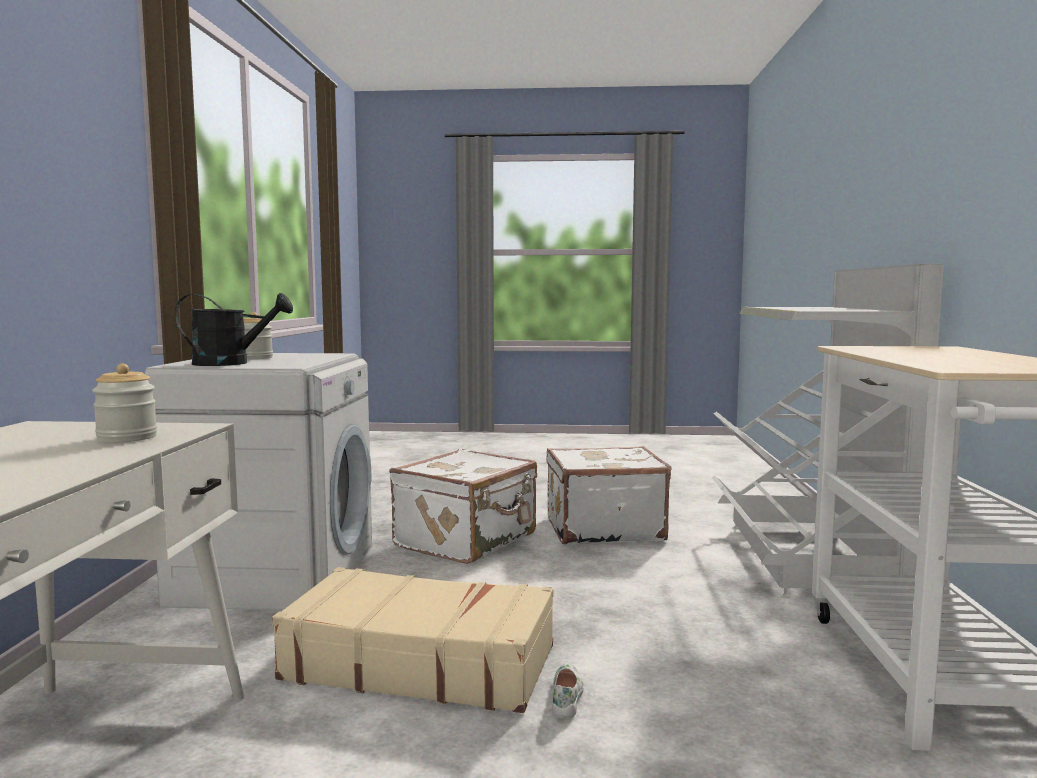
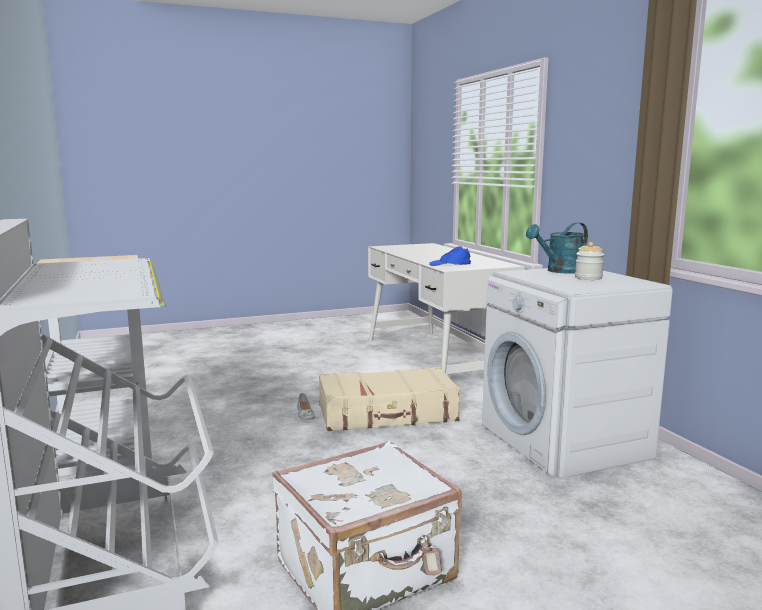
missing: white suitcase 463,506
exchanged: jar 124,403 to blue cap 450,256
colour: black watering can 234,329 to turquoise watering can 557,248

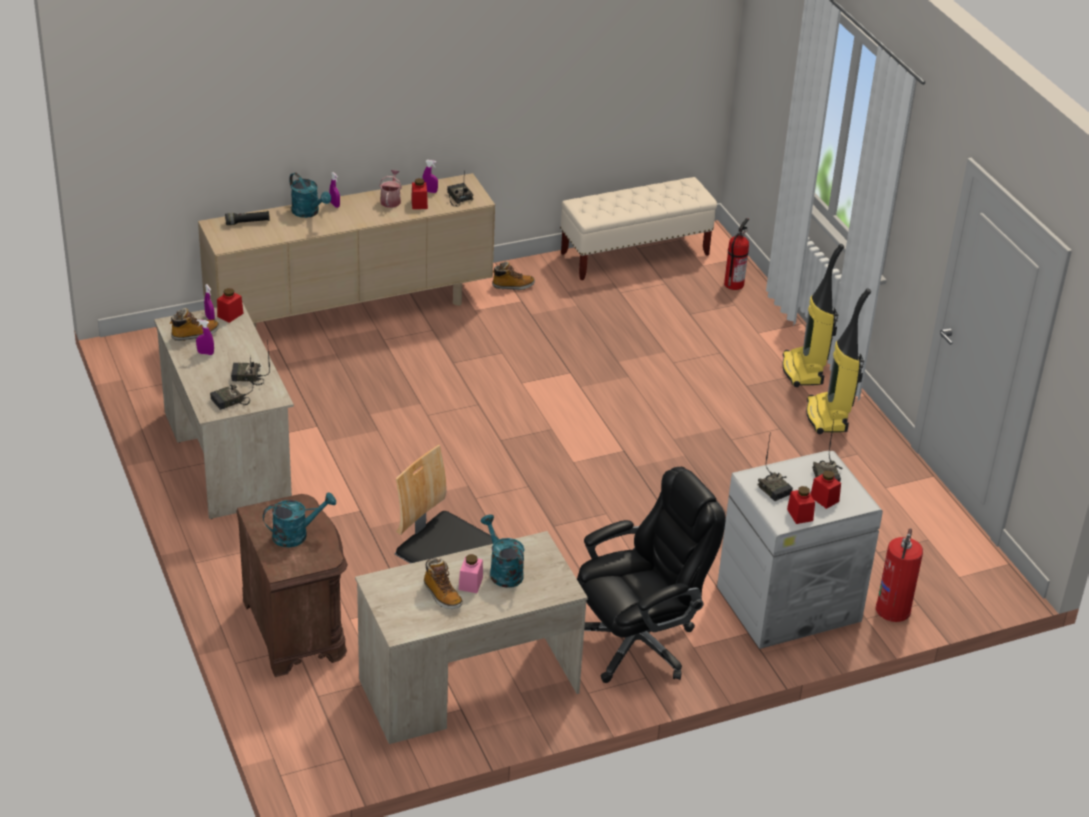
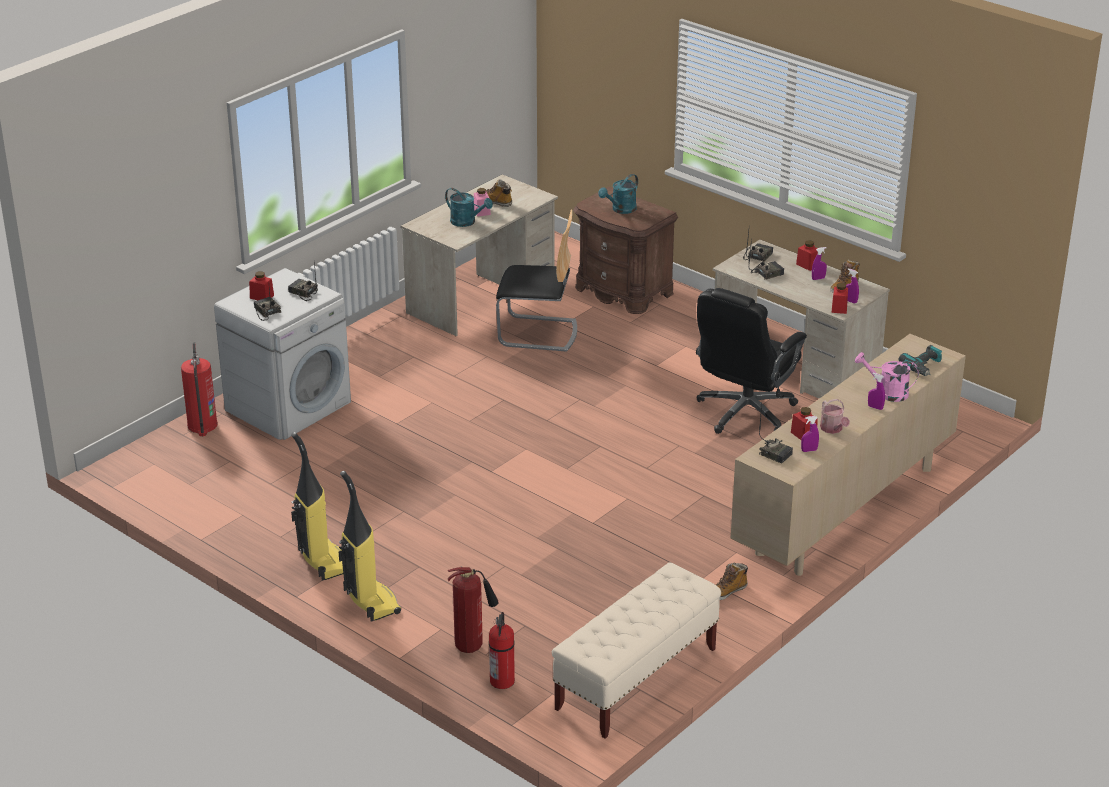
appeared: fire extinguisher 473,610
relocated: black office chair 651,575 to 751,361; red jar 801,505 to 807,255
exchanged: black flashlight 247,218 to power drill 920,360
colour: turquoise watering can 310,195 to pink watering can 887,377

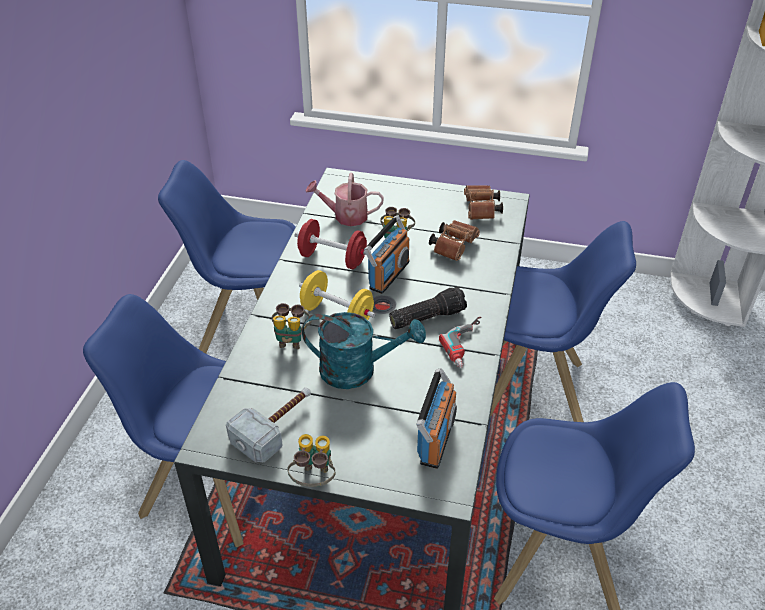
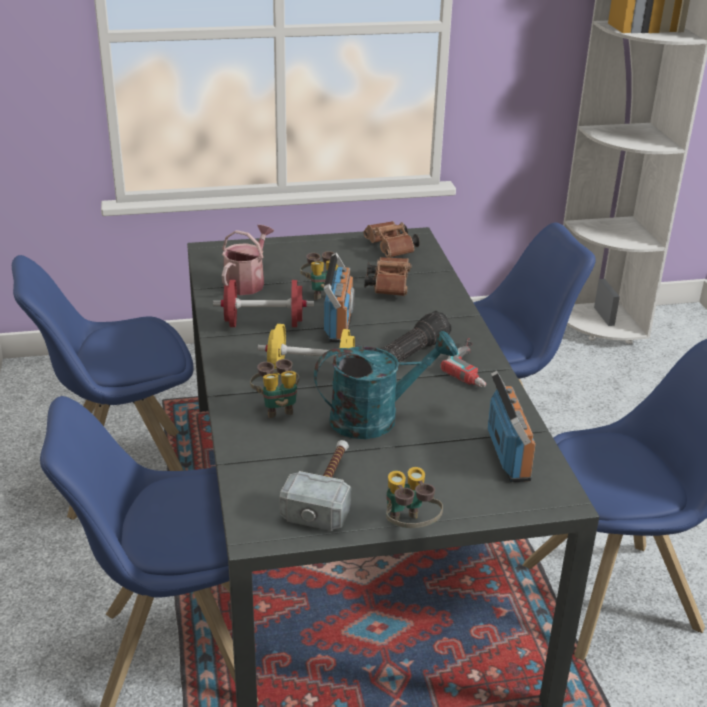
spun: watering can 345,199 = 248,260 135 degrees clockwise

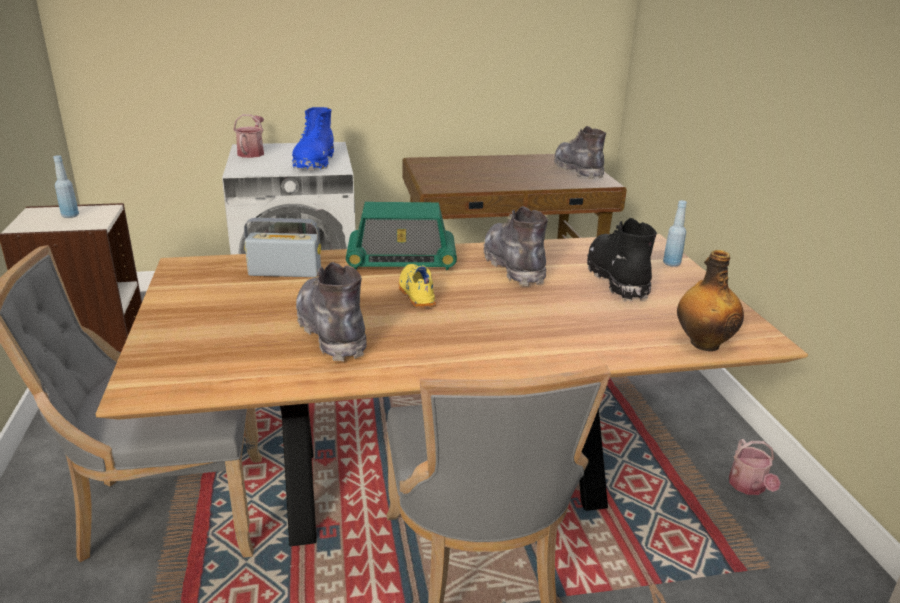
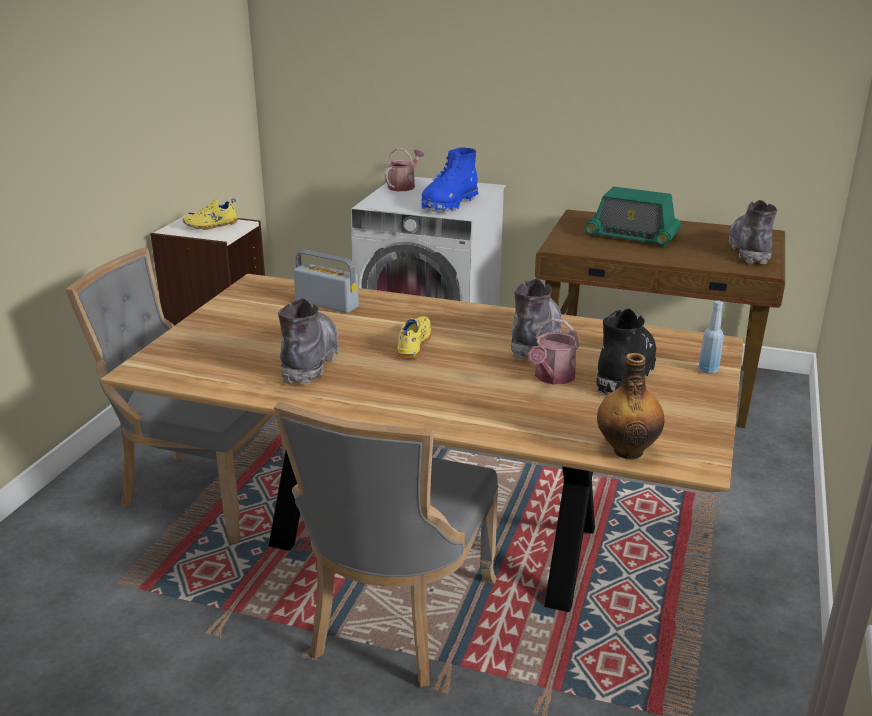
relocated: radio 401,236 to 633,217; watering can 755,467 to 554,351
exchanged: blue bottle 66,186 to yellow shoe 210,214

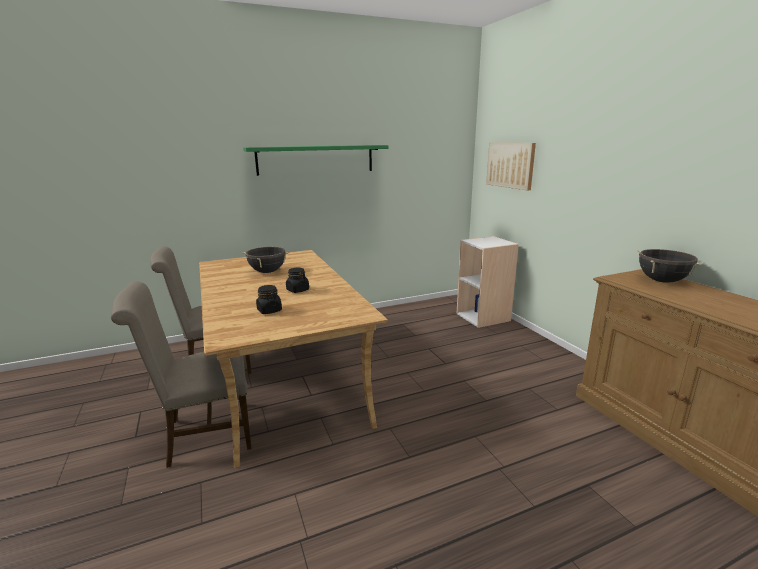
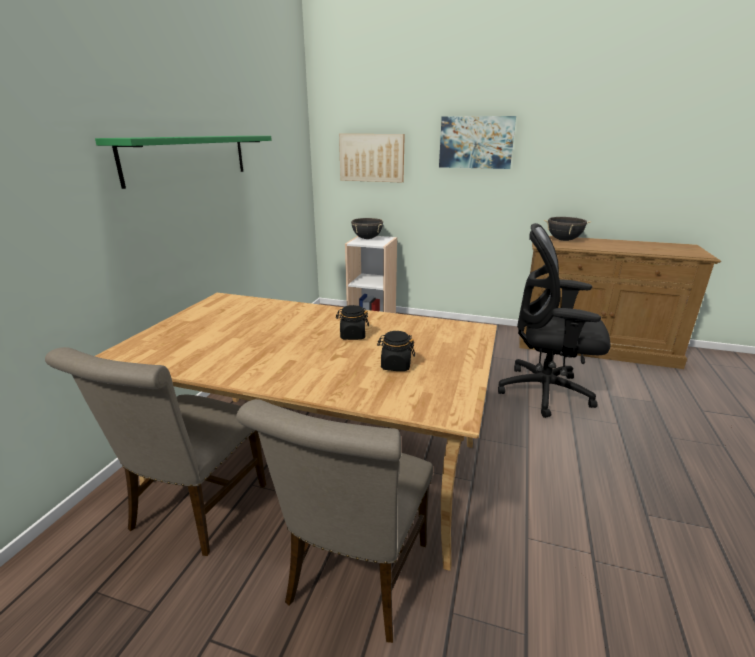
appeared: picture 477,142; black office chair 554,320
relocated: black cooking pot 266,260 to 367,228

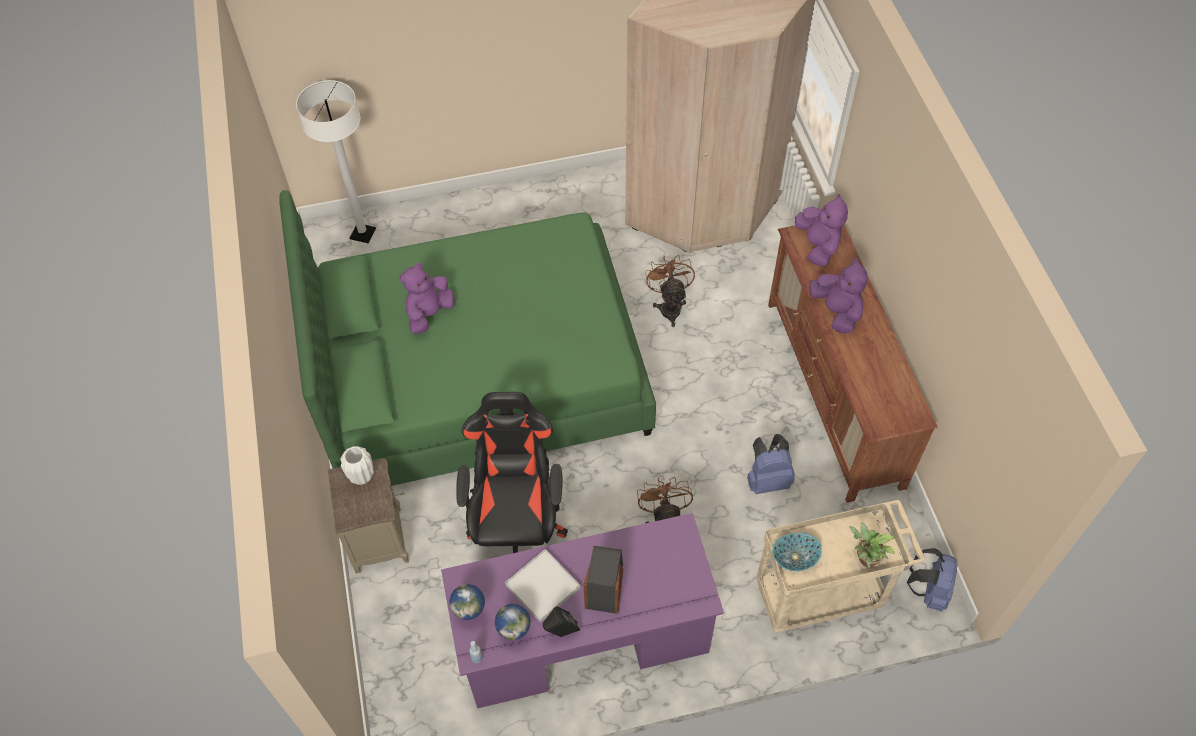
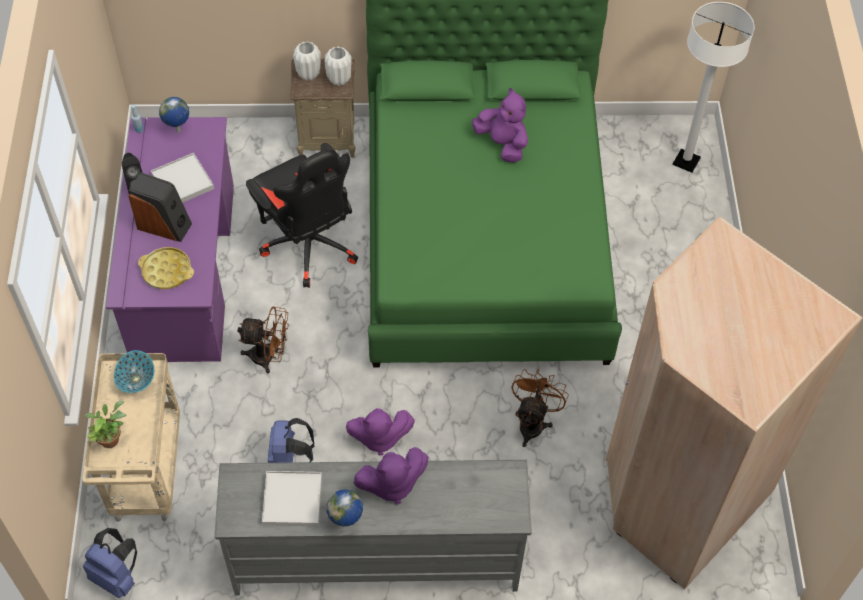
appeared: white vase 307,61; yellow tray 166,268; white tray 292,498
relocated: purple plush toy 821,230 to 380,432; globe 512,622 to 344,508
colour: brown dresser 853,364 to grey dresser 373,528
spun: brown fan 670,291 = 540,408 75 degrees counterclockwise; black office chair 512,472 = 302,215 45 degrees clockwise

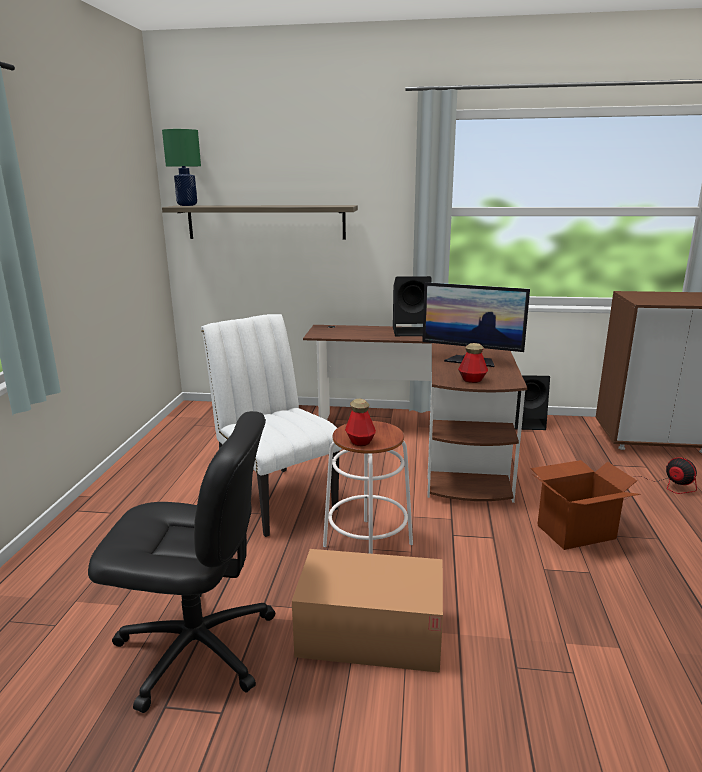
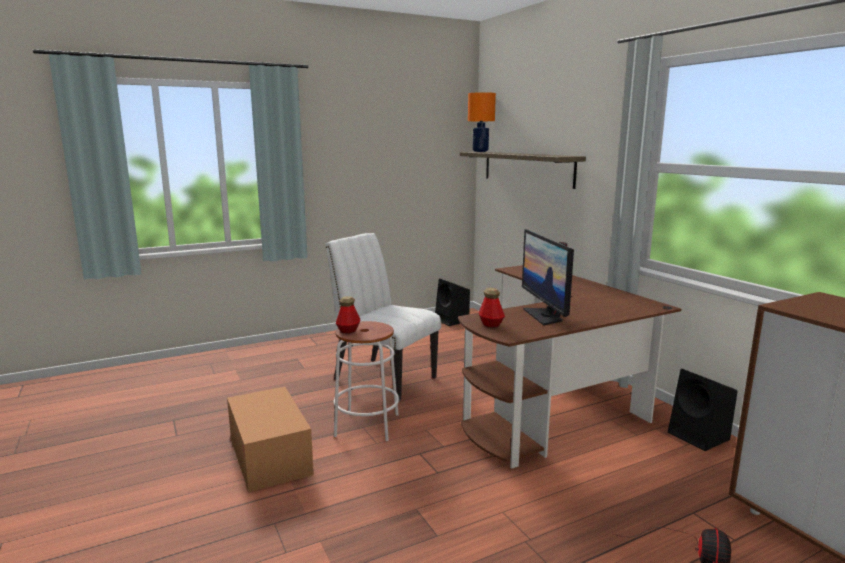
missing: black office chair 182,562; cardboard box 586,505
relocated: black speaker 412,306 to 452,302
colour: green table lamp 181,167 to orange table lamp 482,122
spun: white chair 271,425 = 383,317 75 degrees counterclockwise

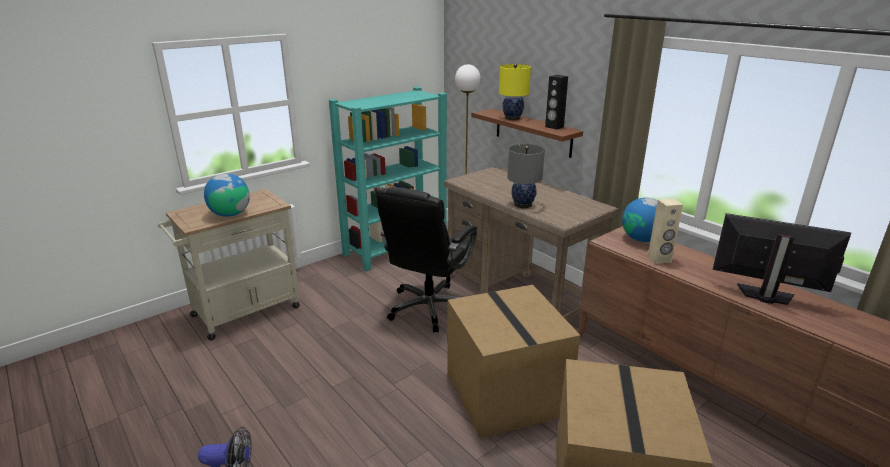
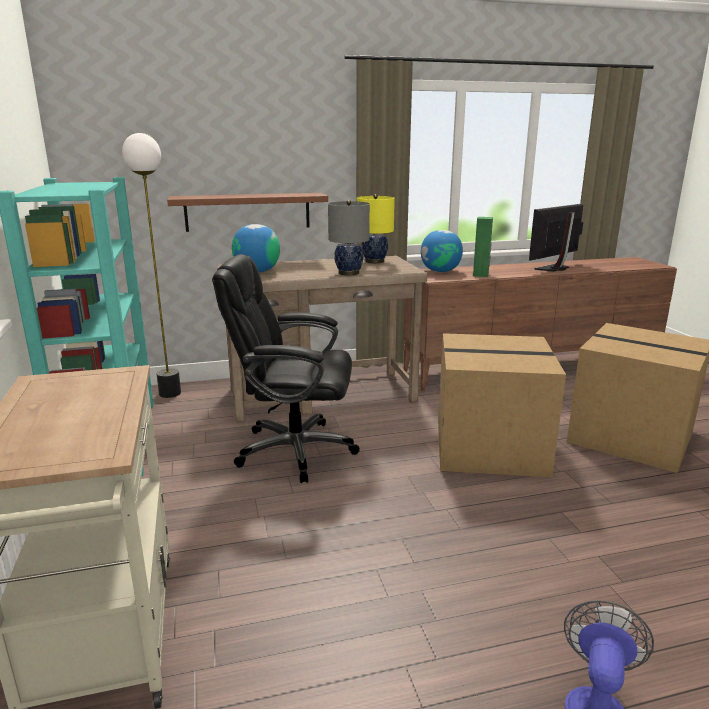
missing: black speaker 556,102
relocated: yellow table lamp 515,92 to 376,228; globe 227,195 to 256,248
colour: beige speaker 665,231 to green speaker 483,247
spun: black office chair 426,260 = 286,368 135 degrees clockwise

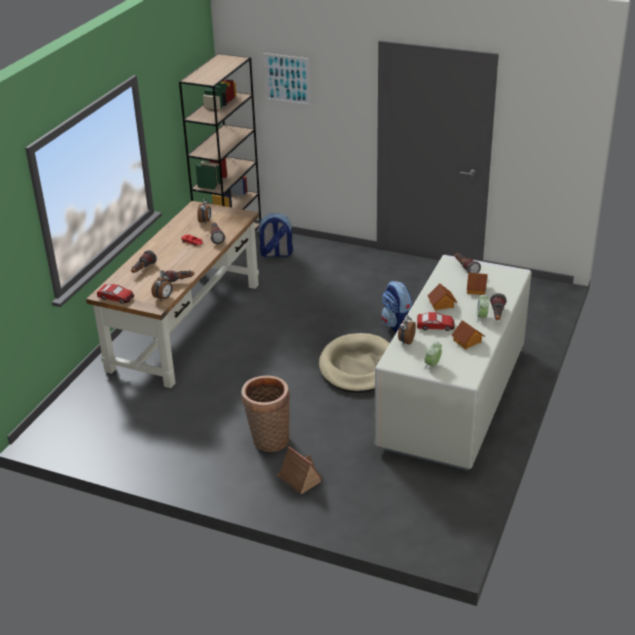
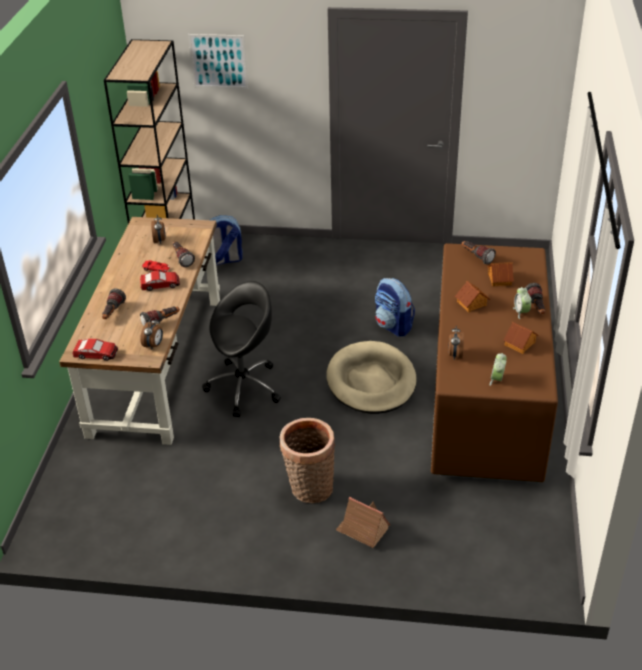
appeared: black office chair 241,349
relocated: toy car 436,321 to 160,281
colour: white dresser 453,363 to brown dresser 494,363

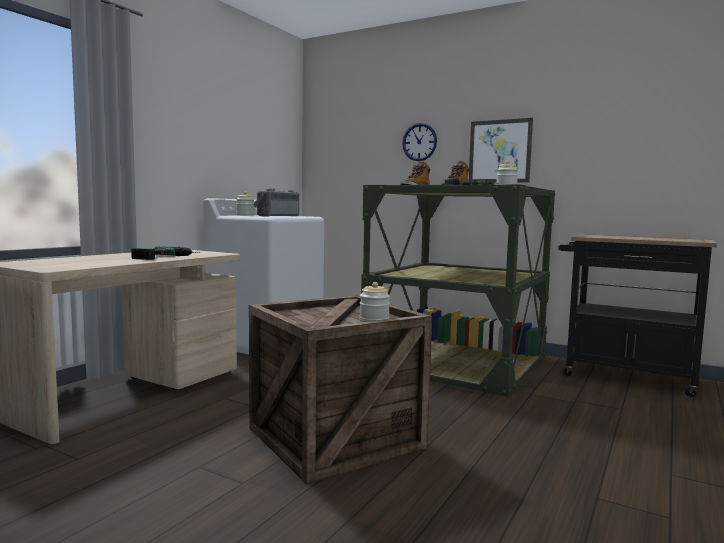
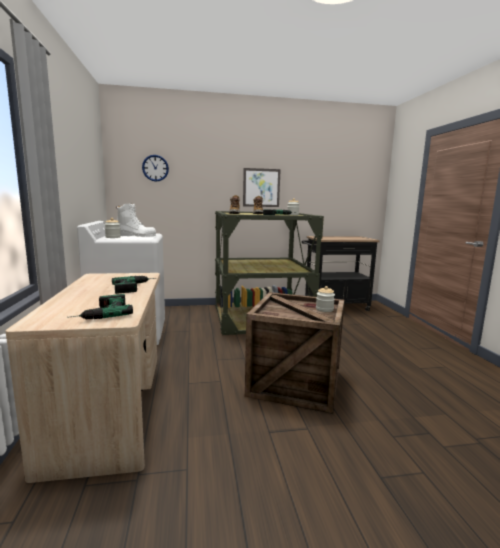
appeared: power drill 100,306
relocated: wall clock 419,142 to 155,168
exchanged: radio 276,202 to white boot 136,220

